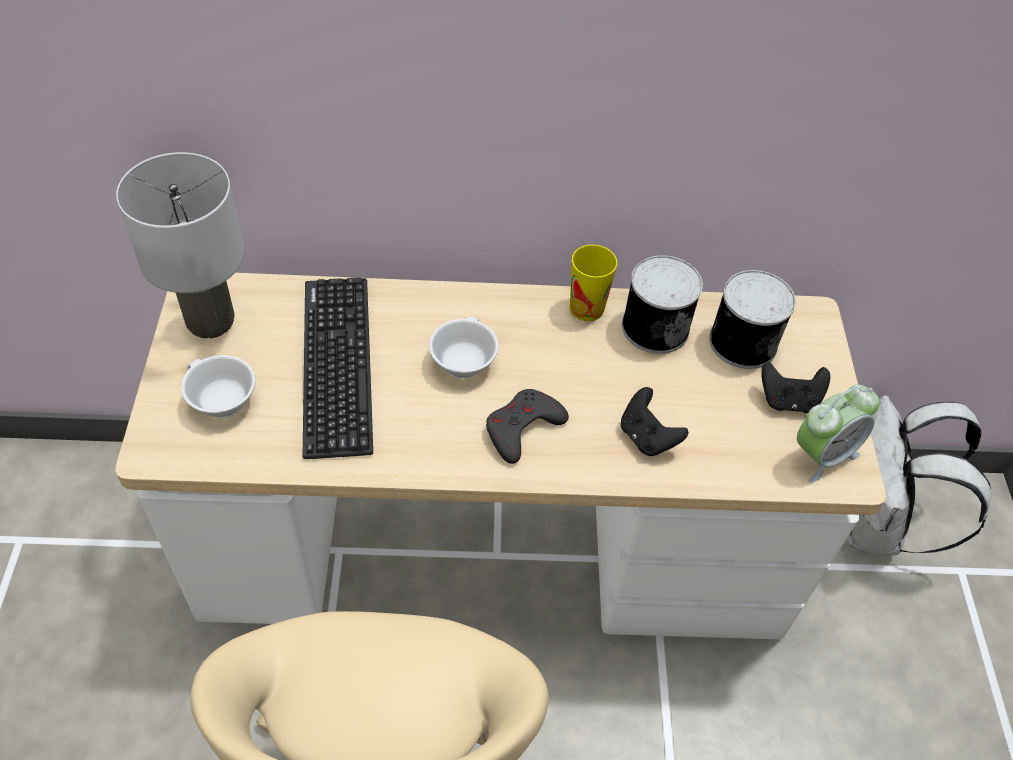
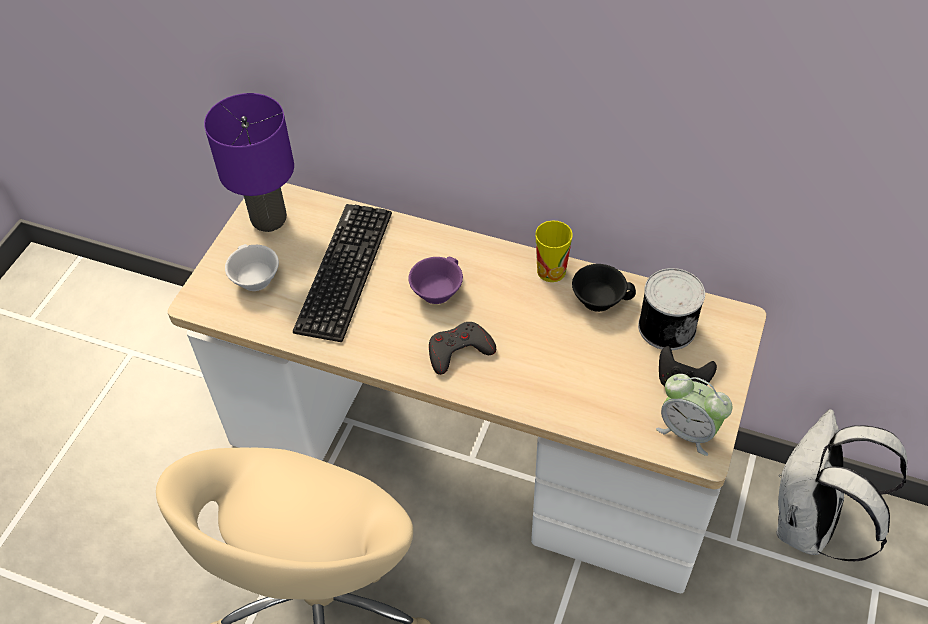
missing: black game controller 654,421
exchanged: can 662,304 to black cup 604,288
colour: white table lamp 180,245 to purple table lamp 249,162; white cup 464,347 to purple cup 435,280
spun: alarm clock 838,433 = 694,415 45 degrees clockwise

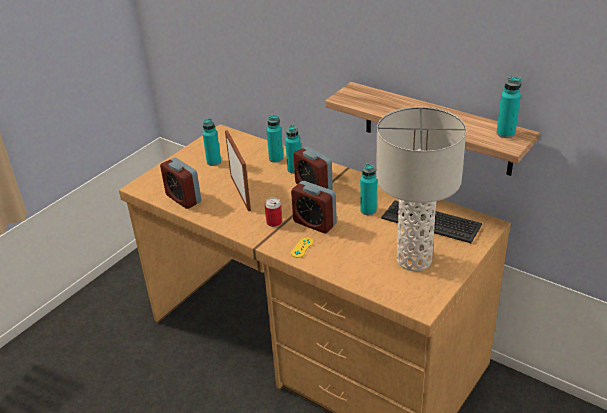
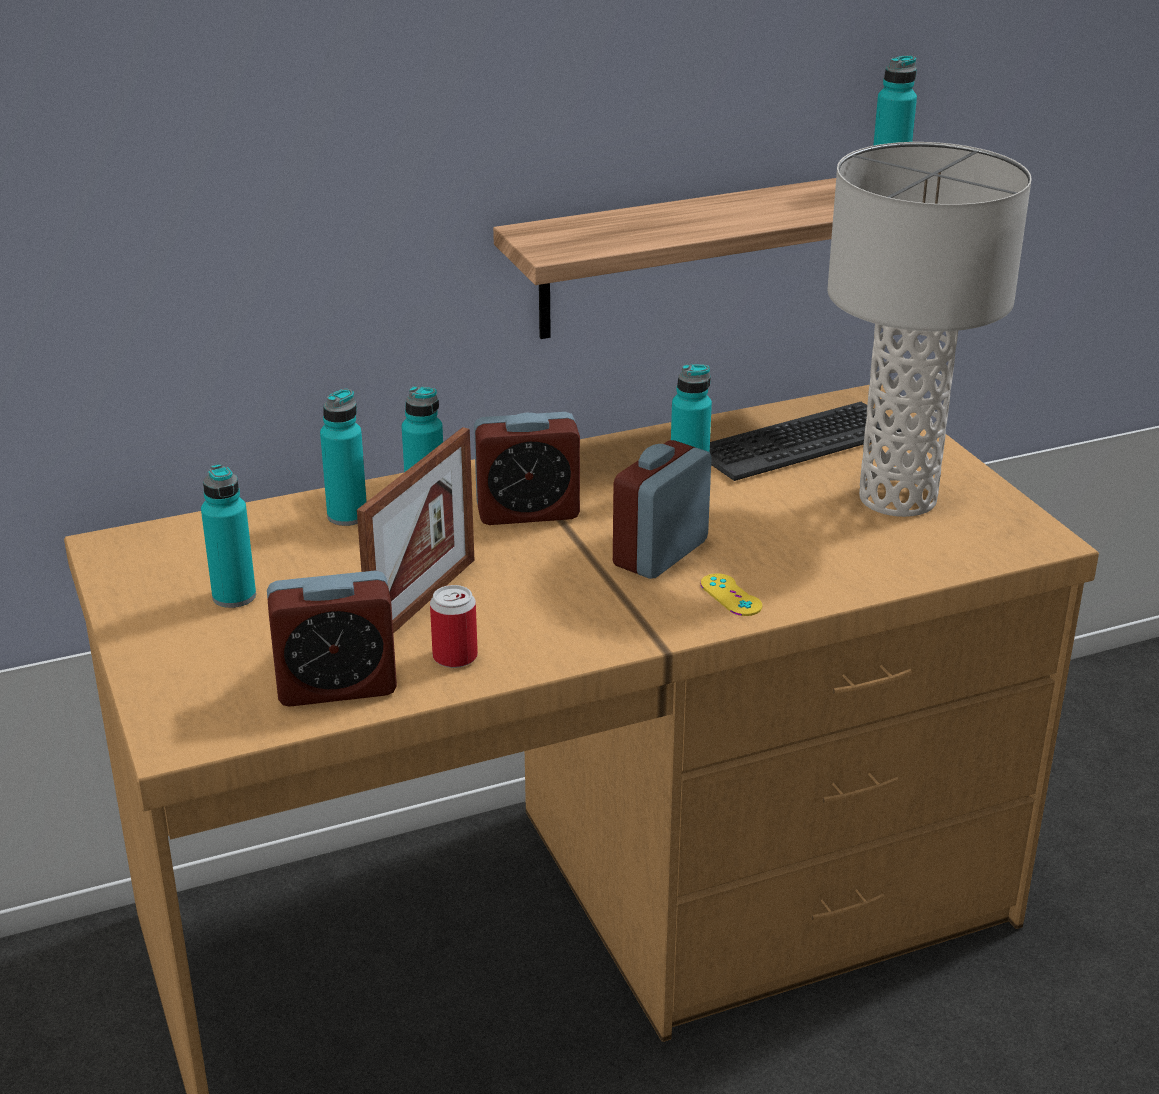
relocated: can 273,212 to 454,626
spun: picture frame 238,170 = 415,530 105 degrees clockwise; alarm clock 314,207 = 662,509 150 degrees clockwise

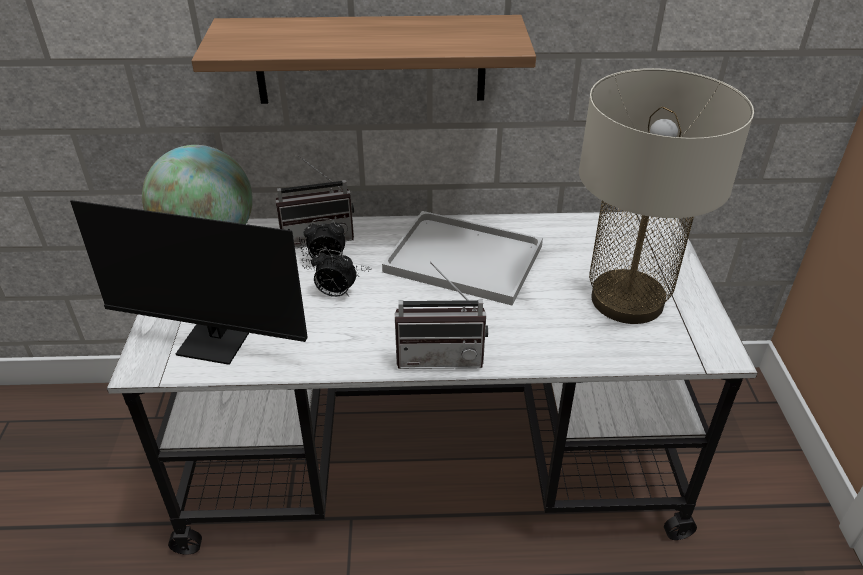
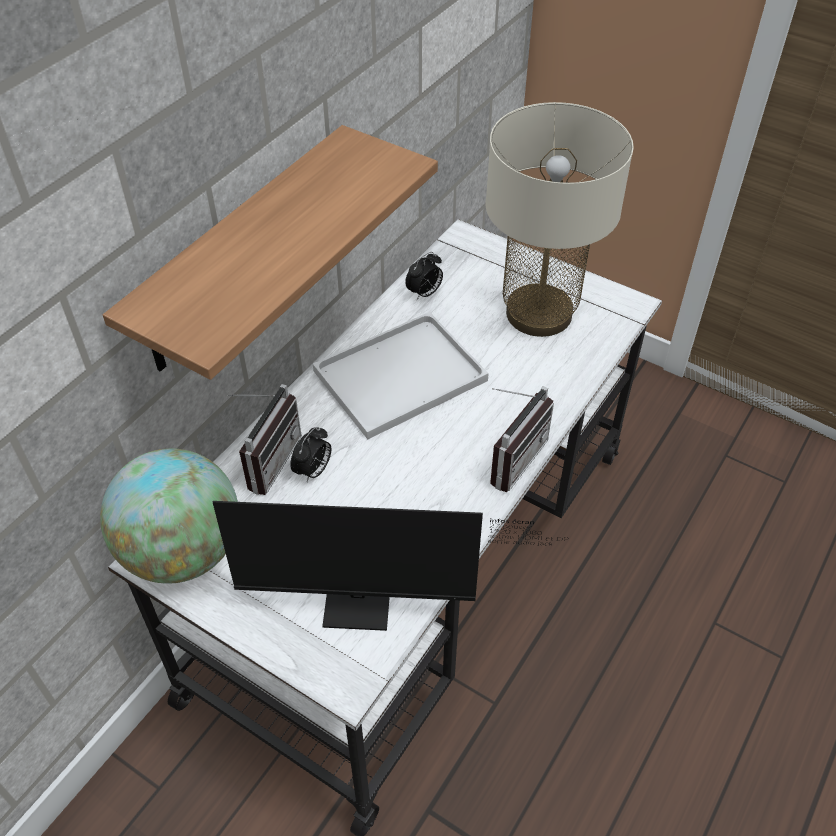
relocated: alarm clock 333,273 to 424,276
spun: monitor 220,282 = 391,566 45 degrees clockwise

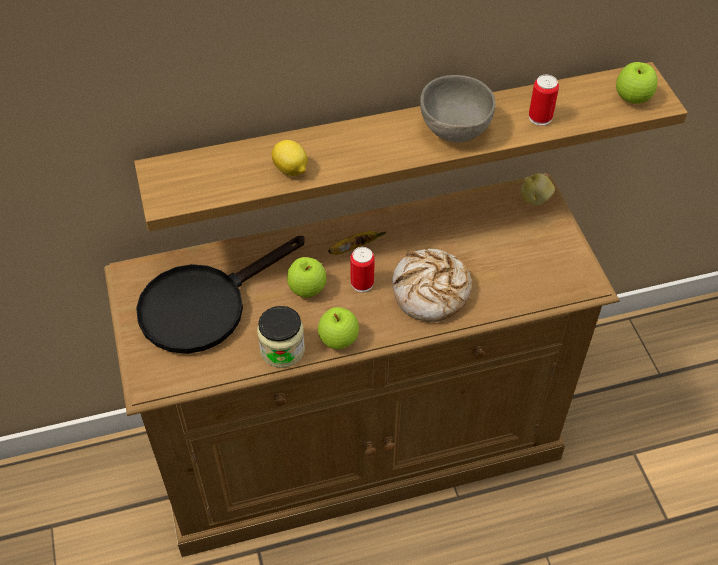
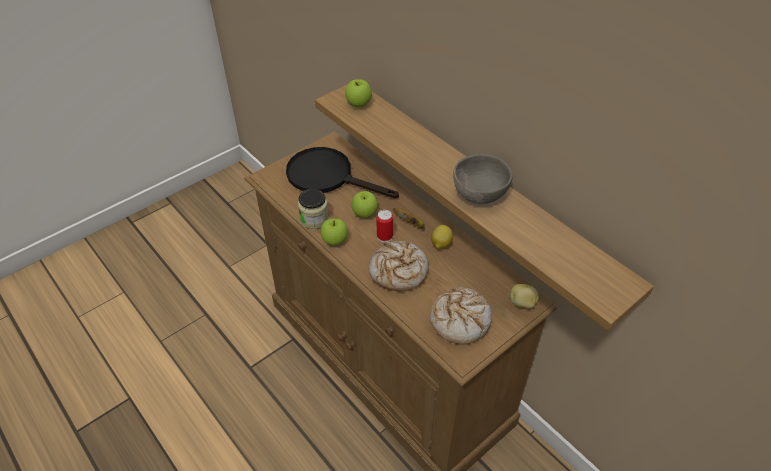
missing: can 544,100
appeared: bread 461,315
relocated: apple 636,83 to 358,93; lemon 290,158 to 442,237

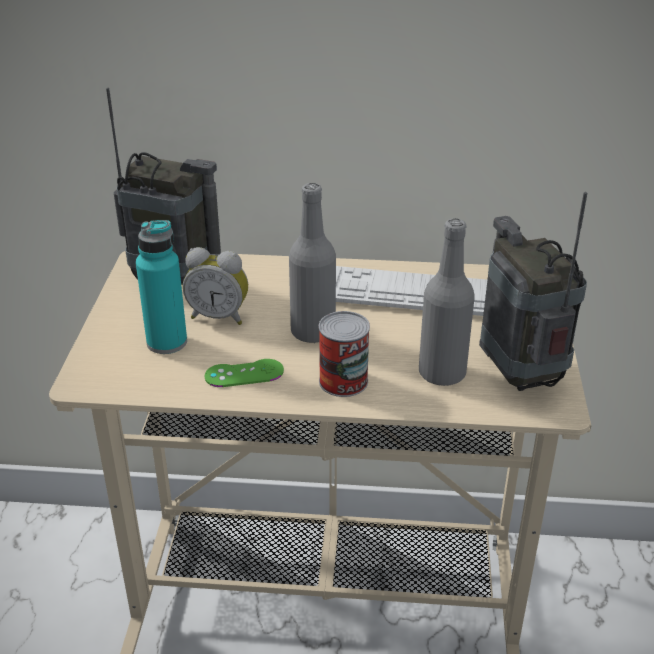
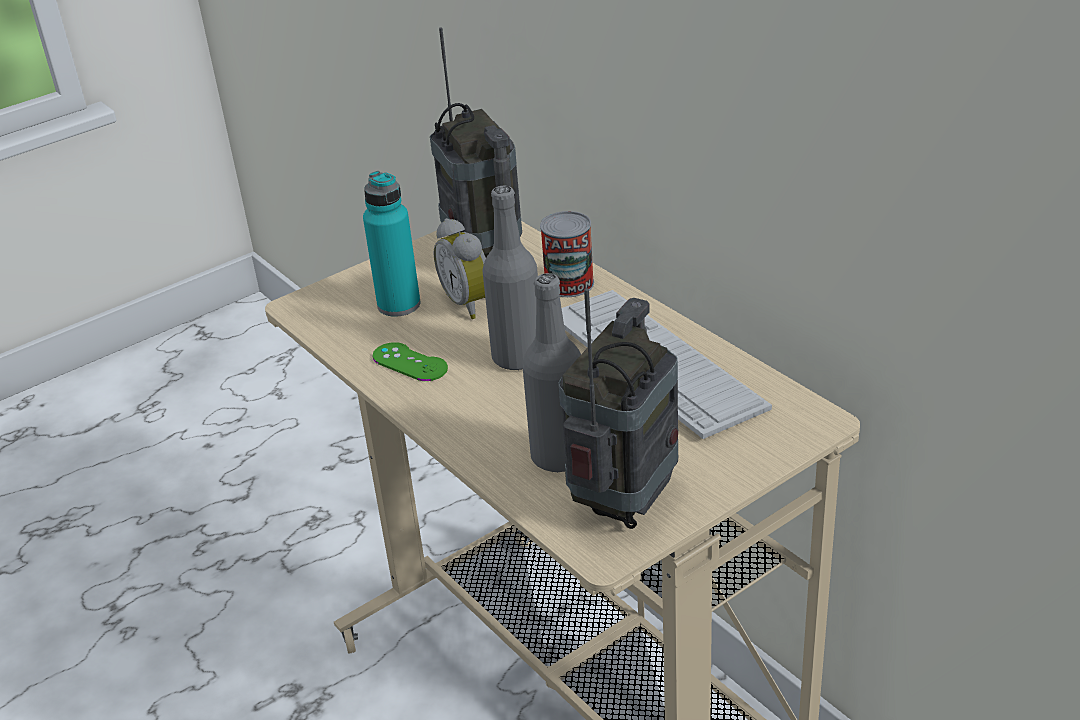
relocated: can 344,354 to 567,254

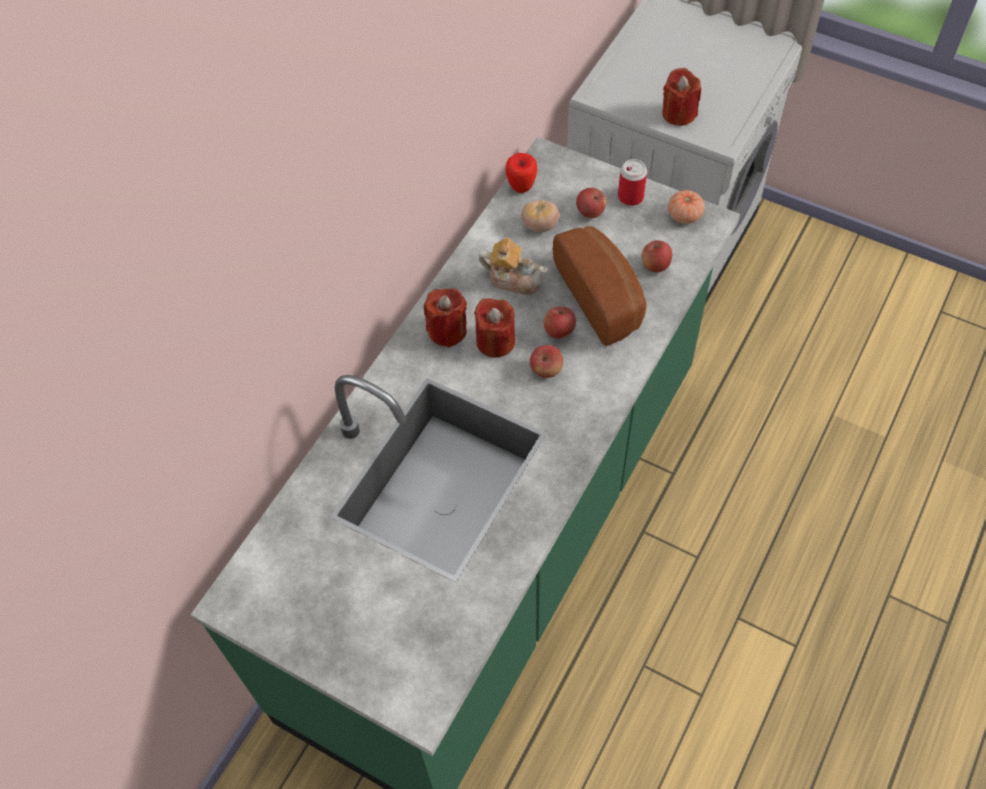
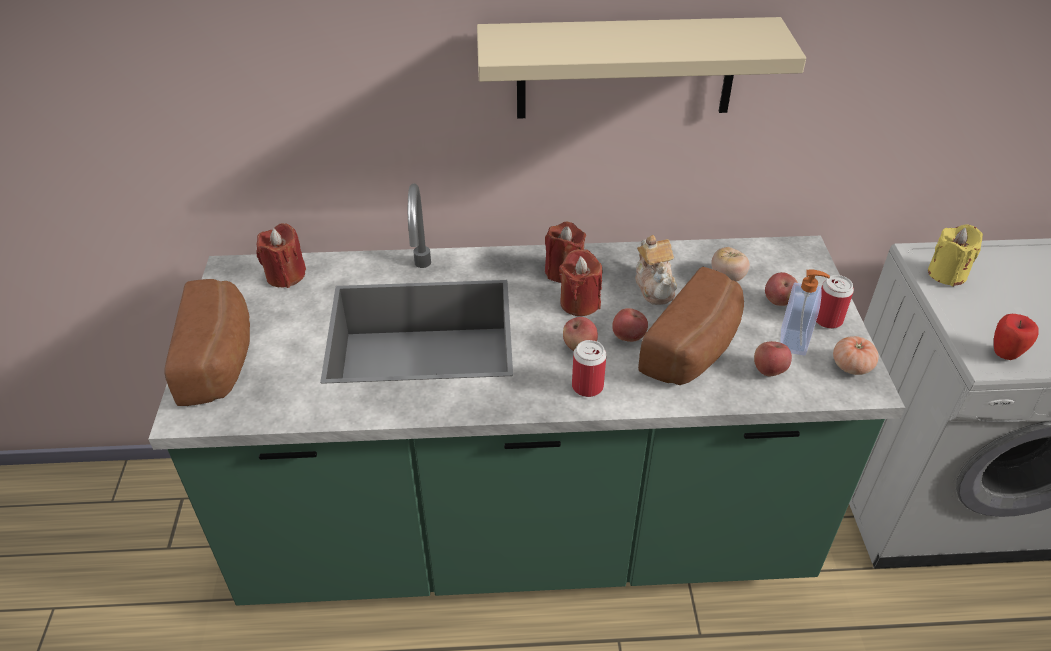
appeared: beige shelf 641,68; yellow candle 955,255; soap dispenser 805,312; bread 207,342; can 589,368
relocated: red candle 681,97 to 281,255; apple 521,173 to 1016,337

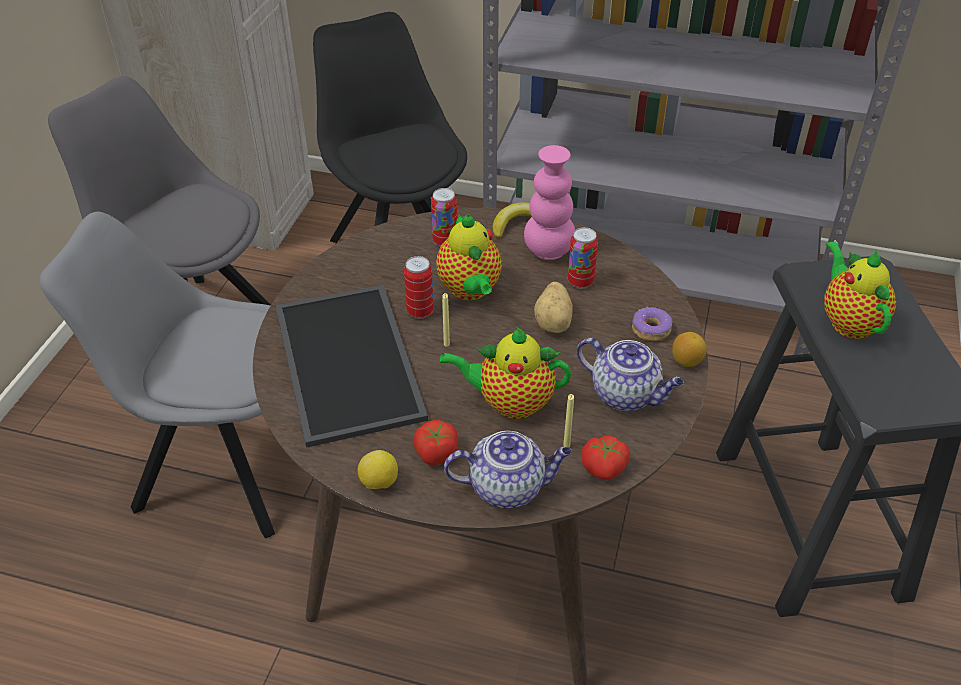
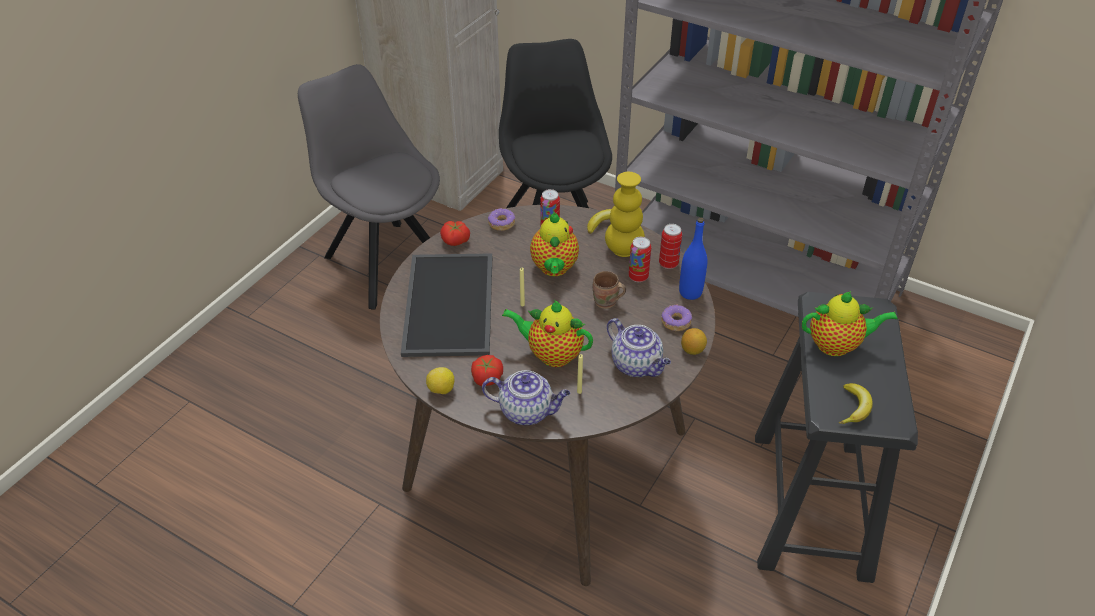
missing: grey chair 157,375
appeared: donut 501,219; blue bottle 693,259; banana 856,403
relocated: can 419,287 to 670,246; tomato 605,458 to 455,233
exchanged: potato 553,307 to brown mug 609,290
colour: pink vase 549,202 to yellow vase 625,214
spun: teapot 860,290 = 850,323 90 degrees clockwise

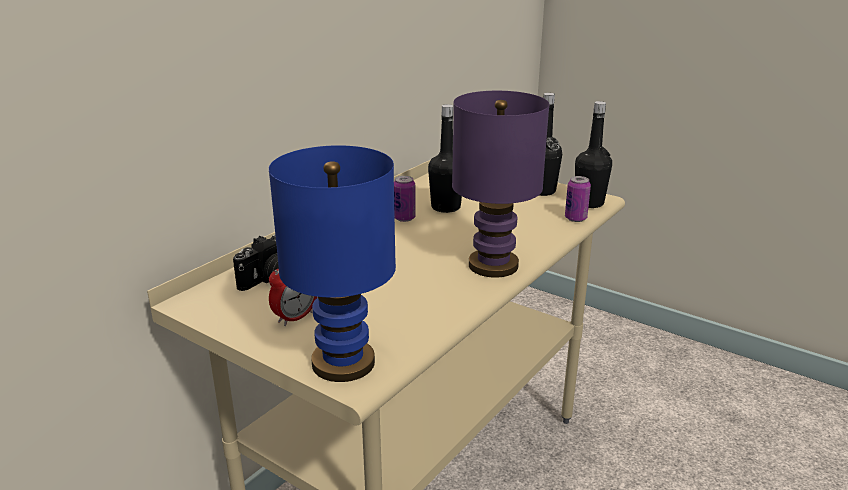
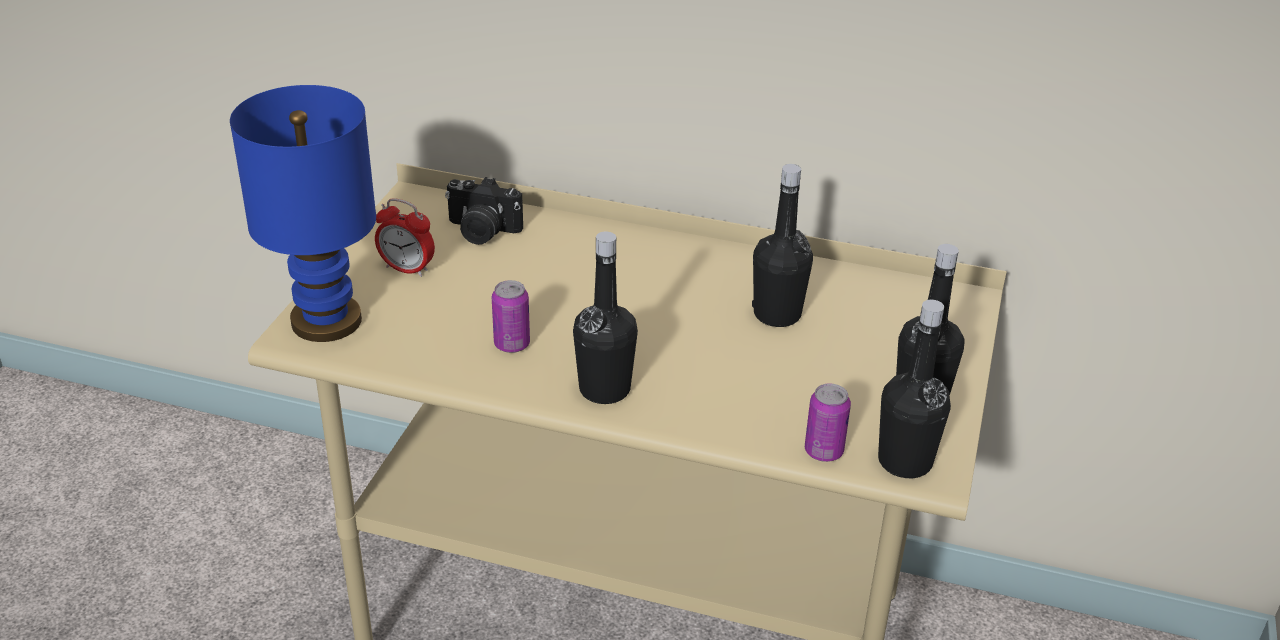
relocated: can 405,199 to 511,316
exchanged: purple table lamp 500,184 to black bottle 605,318

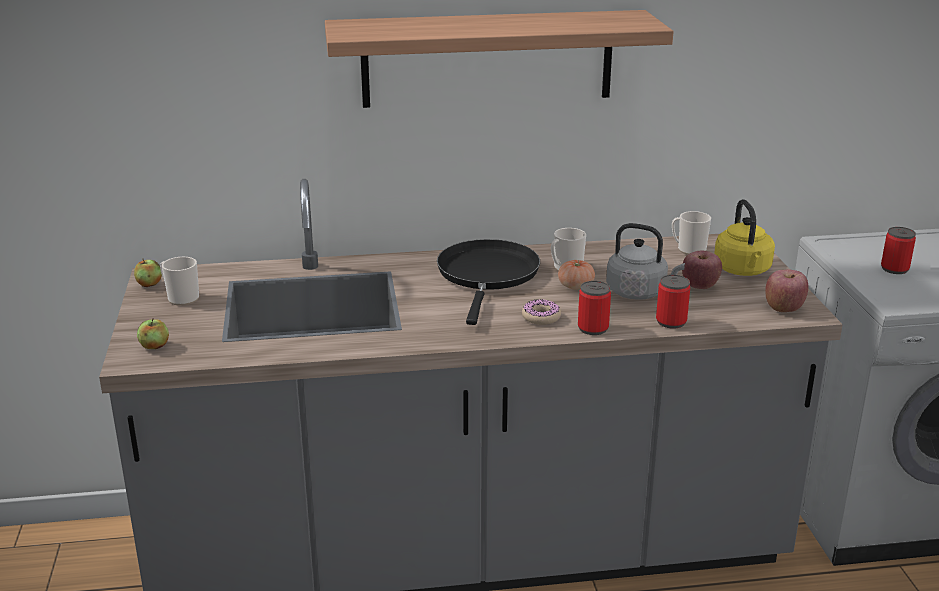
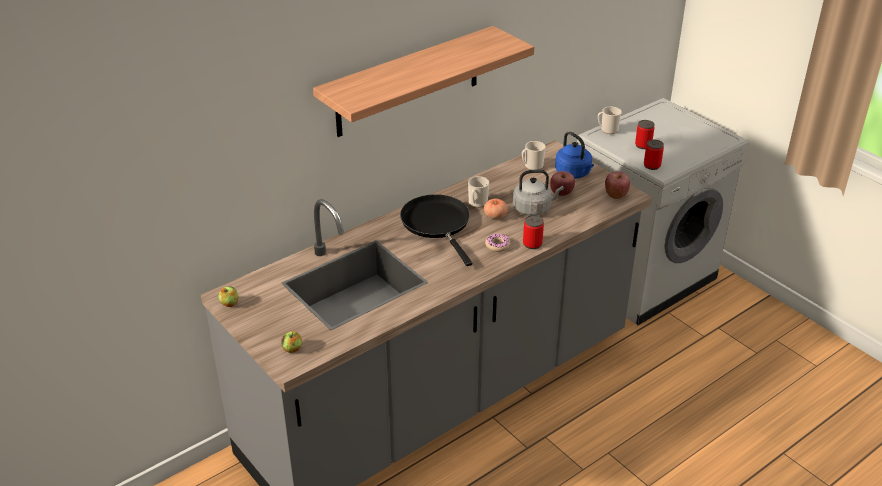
relocated: mug 179,281 to 609,120; can 673,302 to 654,155
colour: yellow kettle 744,237 to blue kettle 574,155

